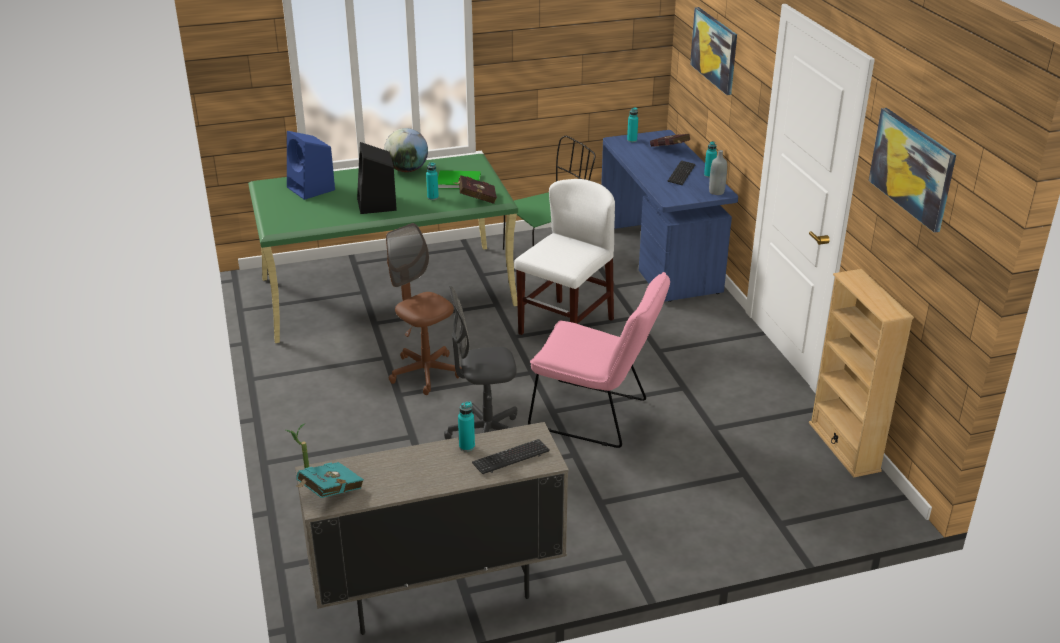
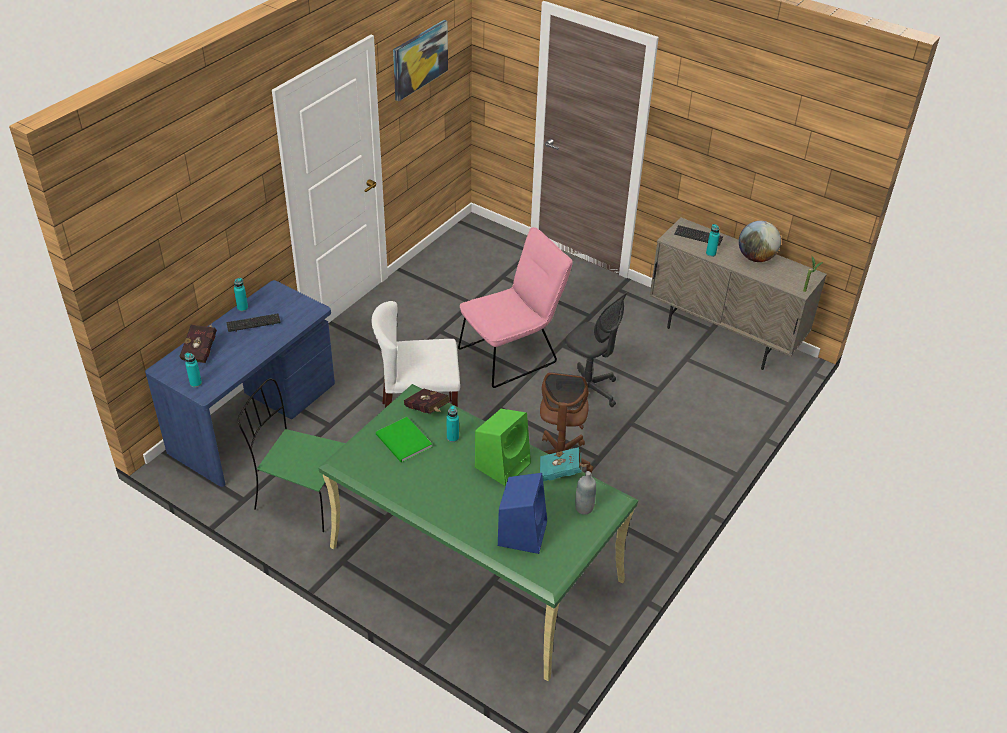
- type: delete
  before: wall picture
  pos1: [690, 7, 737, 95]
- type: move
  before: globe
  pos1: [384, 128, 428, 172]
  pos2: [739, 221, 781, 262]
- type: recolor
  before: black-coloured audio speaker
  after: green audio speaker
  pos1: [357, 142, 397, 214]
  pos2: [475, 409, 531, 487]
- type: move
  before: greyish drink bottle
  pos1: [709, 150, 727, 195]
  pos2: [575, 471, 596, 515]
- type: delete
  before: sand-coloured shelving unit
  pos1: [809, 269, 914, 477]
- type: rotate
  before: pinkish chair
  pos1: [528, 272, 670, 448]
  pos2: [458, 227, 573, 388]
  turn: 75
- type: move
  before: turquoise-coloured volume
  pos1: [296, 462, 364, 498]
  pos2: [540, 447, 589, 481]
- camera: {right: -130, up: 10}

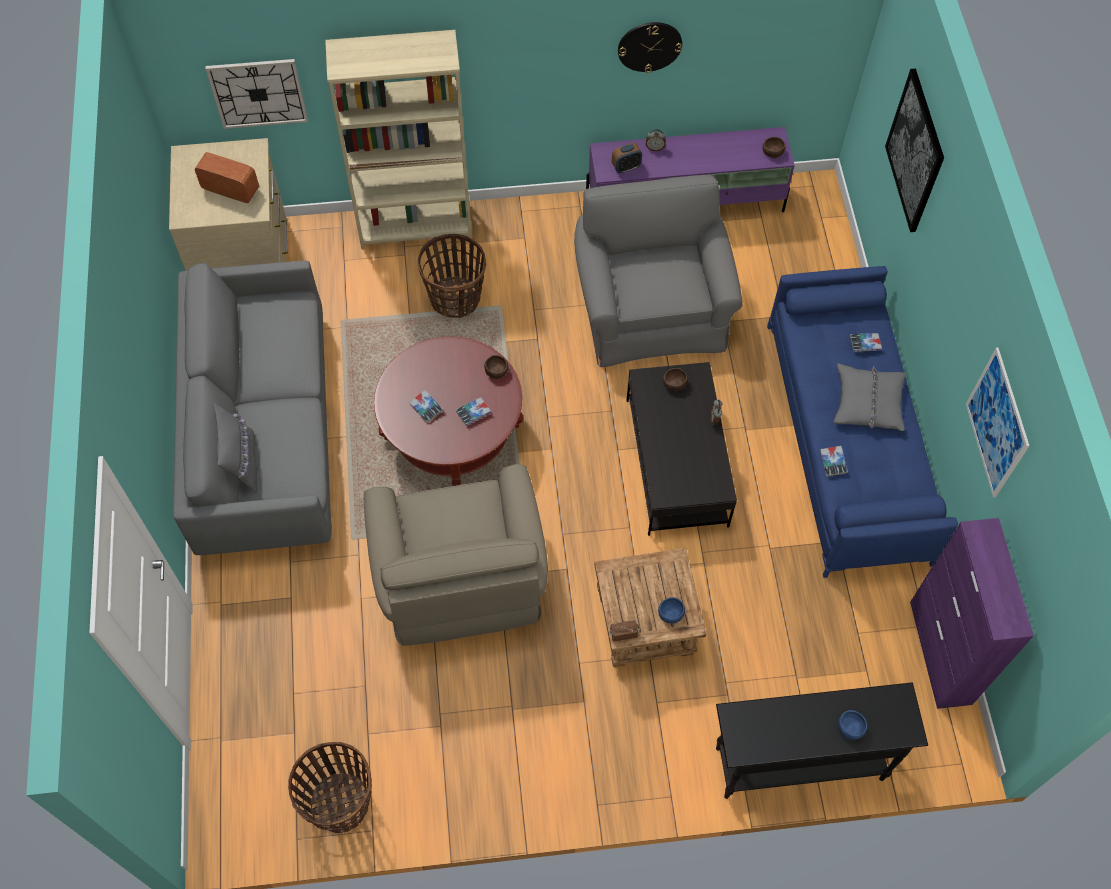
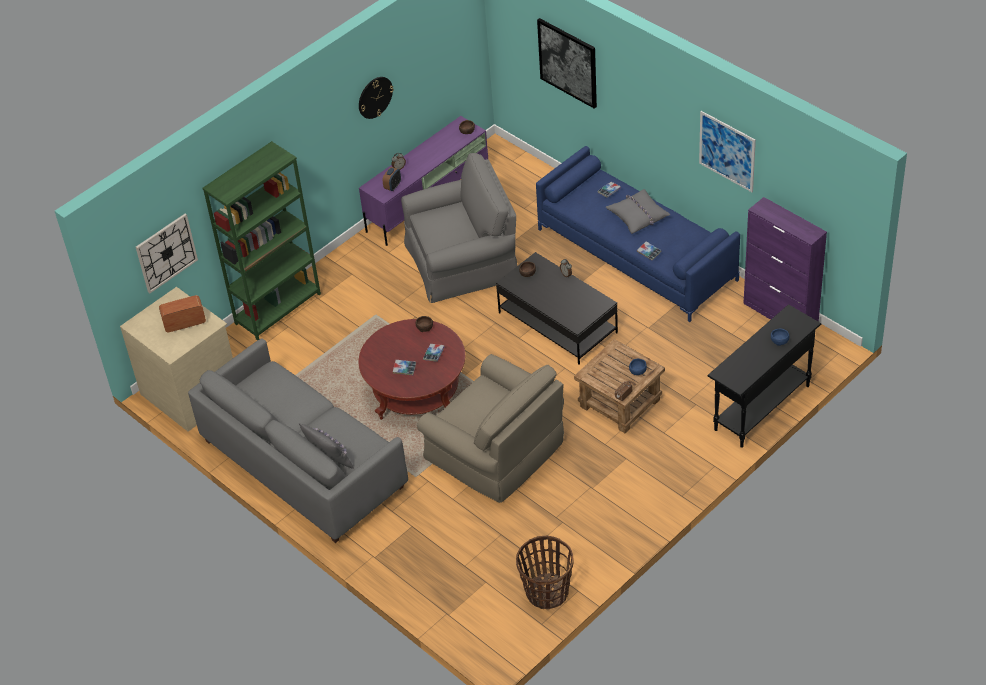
- type: recolor
  before: sand-coloured shelving unit
  after: green shelving unit
  pos1: [325, 30, 472, 249]
  pos2: [202, 141, 321, 341]
- type: rotate
  before: greyish easy chair
  pos1: [574, 175, 743, 367]
  pos2: [401, 153, 517, 303]
  turn: 120
- type: delete
  before: storage basket
  pos1: [418, 234, 486, 318]
- camera: {right: -35, up: -15}

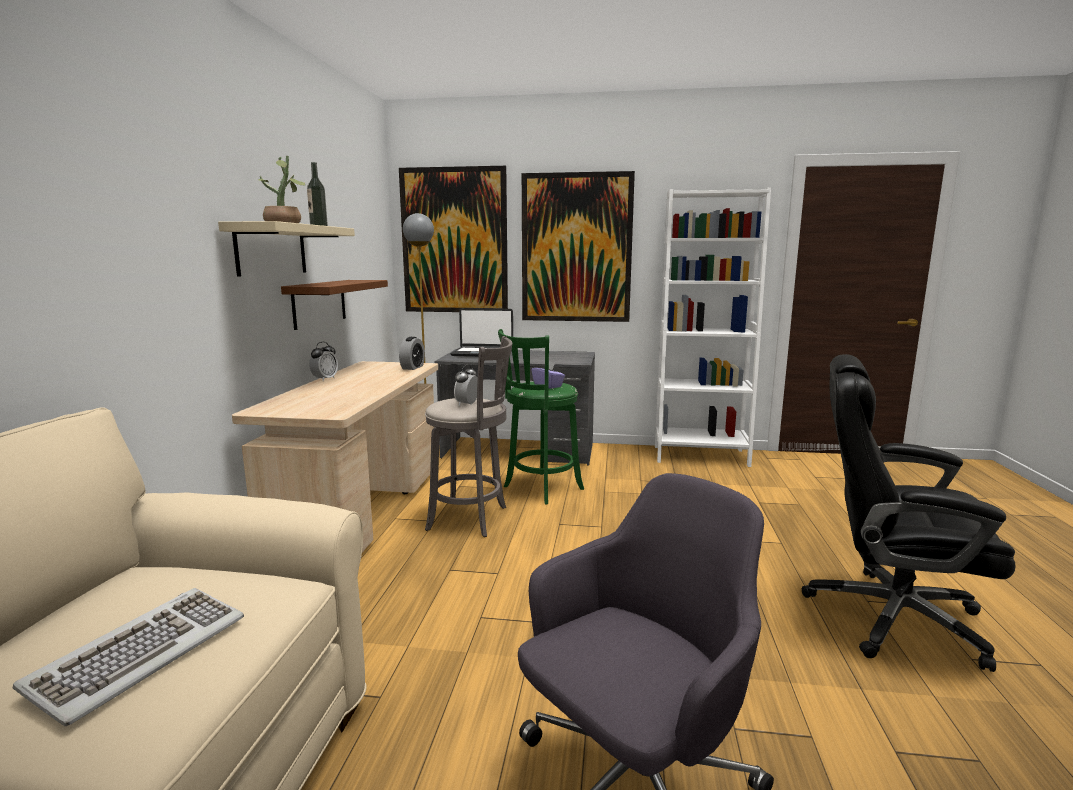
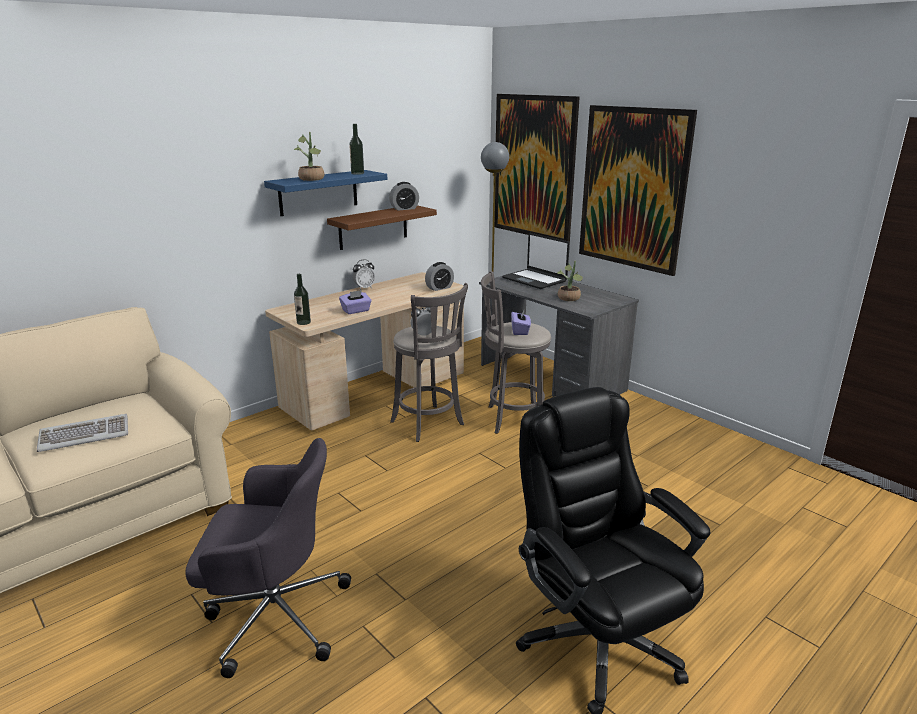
- type: delete
  before: whitish shelving unit
  pos1: [655, 187, 771, 467]
- type: recolor
  before: sand-coloured shelf
  after: blue shelf
  pos1: [218, 221, 355, 277]
  pos2: [264, 170, 388, 216]
- type: recolor
  before: green sitting stool
  after: greyish sitting stool
  pos1: [498, 329, 584, 504]
  pos2: [481, 271, 551, 434]
- type: insert
  after: table clock
  pos2: [389, 182, 419, 211]
- type: insert
  after: potted plant
  pos2: [557, 261, 583, 301]
- type: insert
  after: drink bottle
  pos2: [294, 274, 311, 325]
- type: insert
  after: purplish box of tissues
  pos2: [339, 290, 372, 314]
- camera: {right: 40, up: 10}

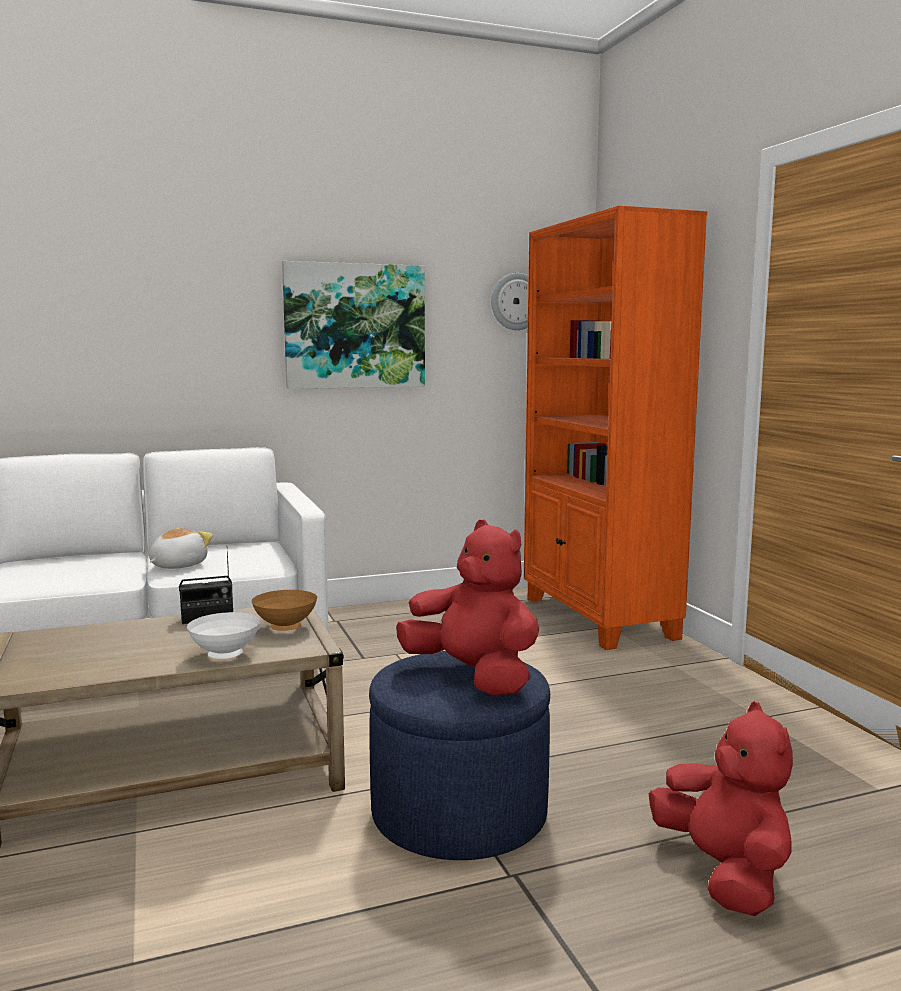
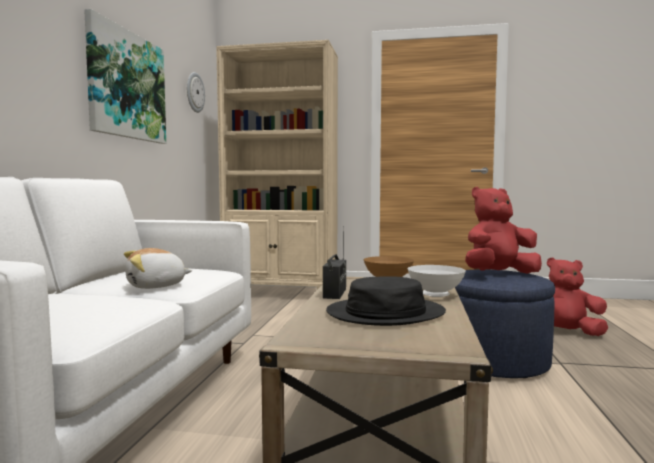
- type: recolor
  before: orangey shelving unit
  after: sand-coloured shelving unit
  pos1: [524, 206, 707, 650]
  pos2: [216, 40, 338, 290]
- type: rotate
  before: soft toy
  pos1: [149, 528, 213, 569]
  pos2: [124, 248, 192, 289]
  turn: -90
- type: insert
  after: black-coloured hat
  pos2: [326, 276, 446, 326]
- camera: {right: -60, up: -5}

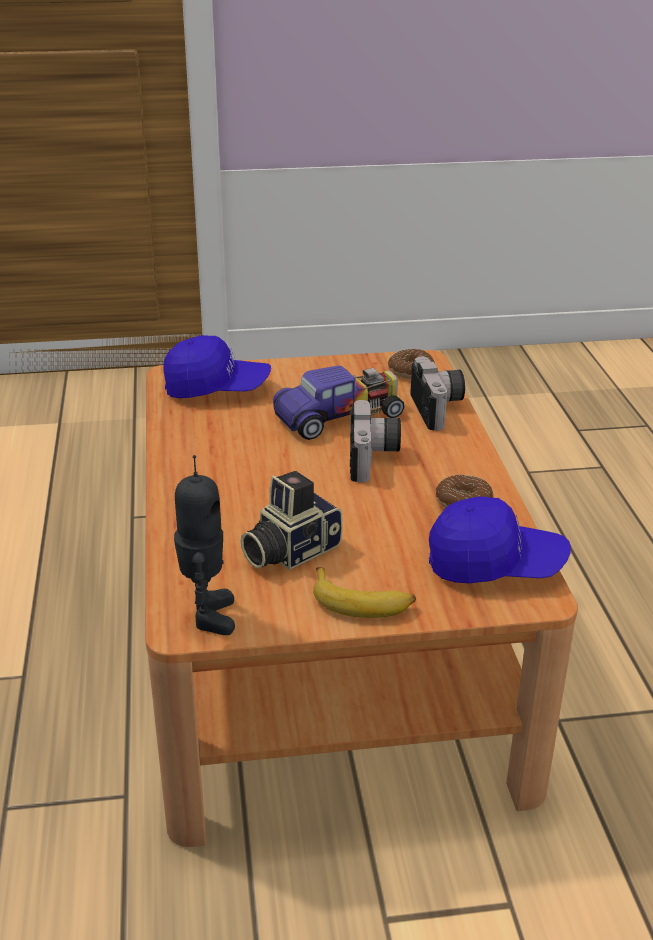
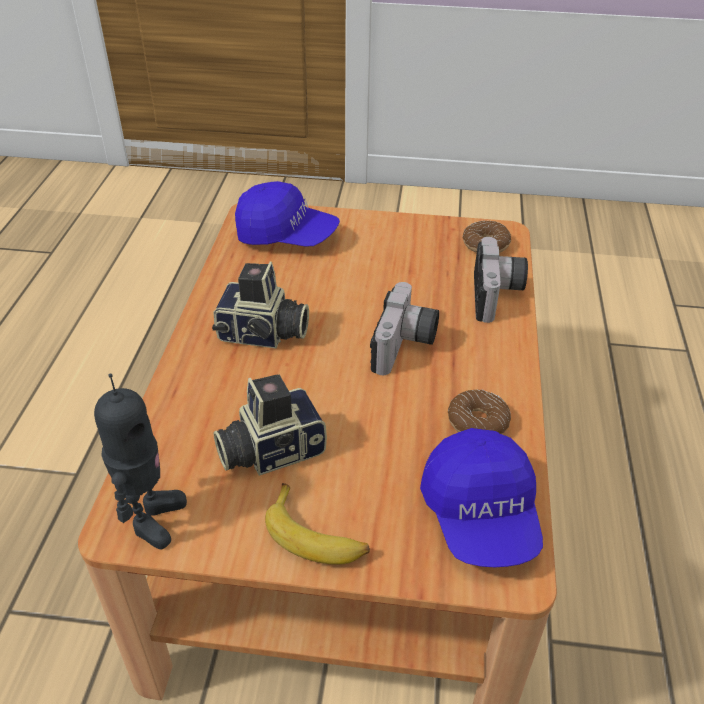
- type: delete
  before: miniature car
  pos1: [273, 366, 404, 440]
- type: rotate
  before: blue peaked cap
  pos1: [429, 497, 571, 584]
  pos2: [420, 428, 543, 567]
  turn: 60
- type: insert
  after: still camera
  pos2: [212, 262, 309, 348]
- camera: {right: 15, up: 10}

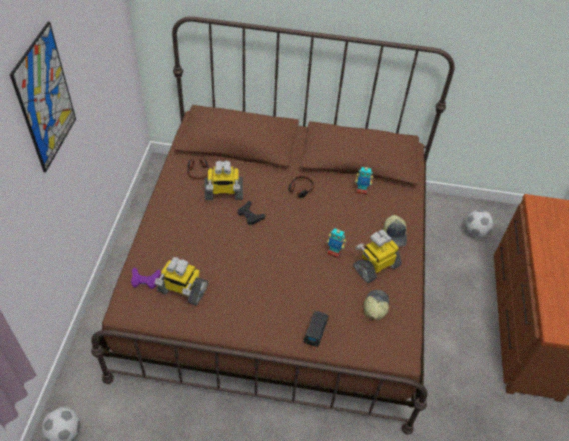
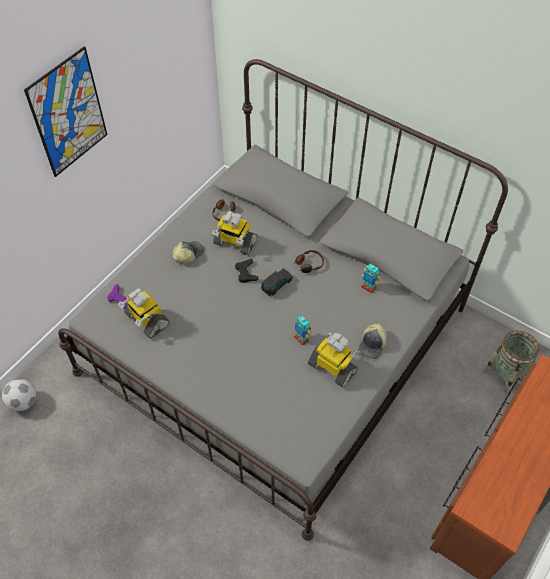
- type: recolor
  before: brownish bedroom bed
  after: greyish bedroom bed
  pos1: [91, 16, 455, 435]
  pos2: [58, 59, 508, 541]
- type: replace
  before: ball for football
  after: storage basket
  pos1: [465, 210, 494, 237]
  pos2: [484, 331, 539, 393]
- type: rotate
  before: model robot
  pos1: [353, 230, 402, 283]
  pos2: [308, 332, 361, 388]
  turn: 45
- type: move
  before: peaked cap
  pos1: [364, 290, 389, 320]
  pos2: [173, 241, 204, 264]
- type: move
  before: black-coloured miniature car
  pos1: [304, 311, 328, 347]
  pos2: [261, 269, 293, 296]
- camera: {right: 30, up: 5}

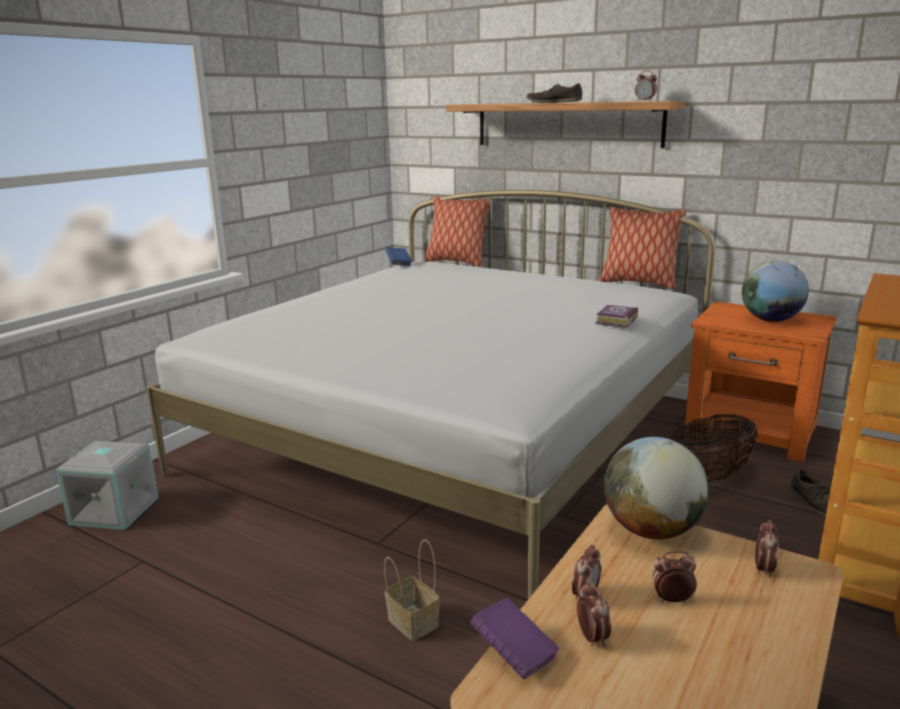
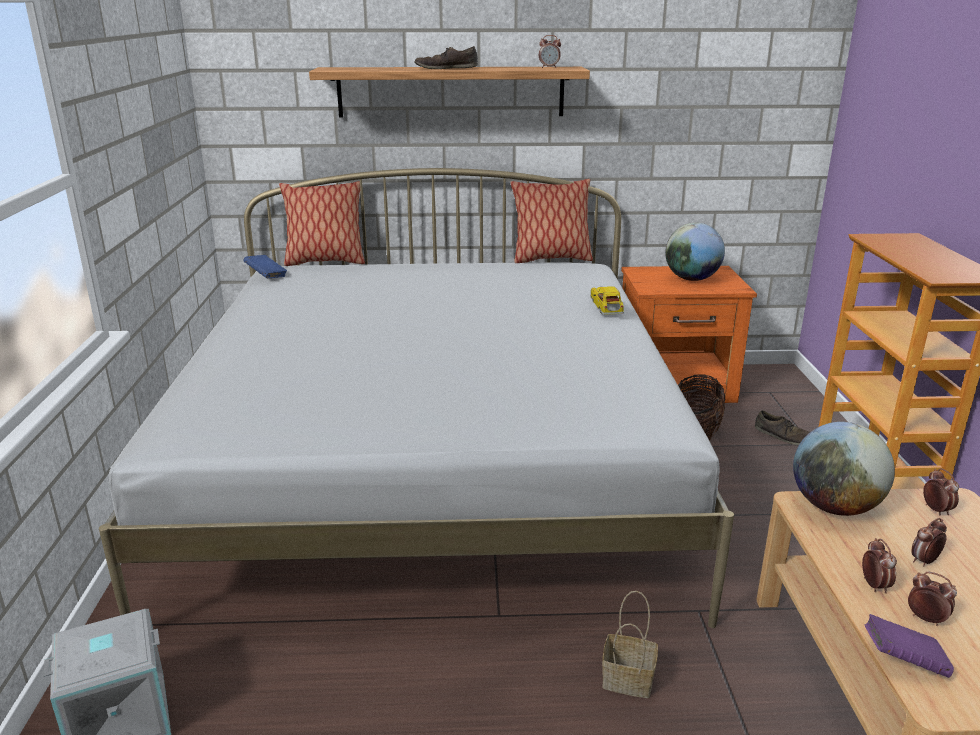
- type: replace
  before: volume
  after: miniature car
  pos1: [596, 305, 638, 328]
  pos2: [590, 286, 624, 314]
- camera: {right: -35, up: 5}

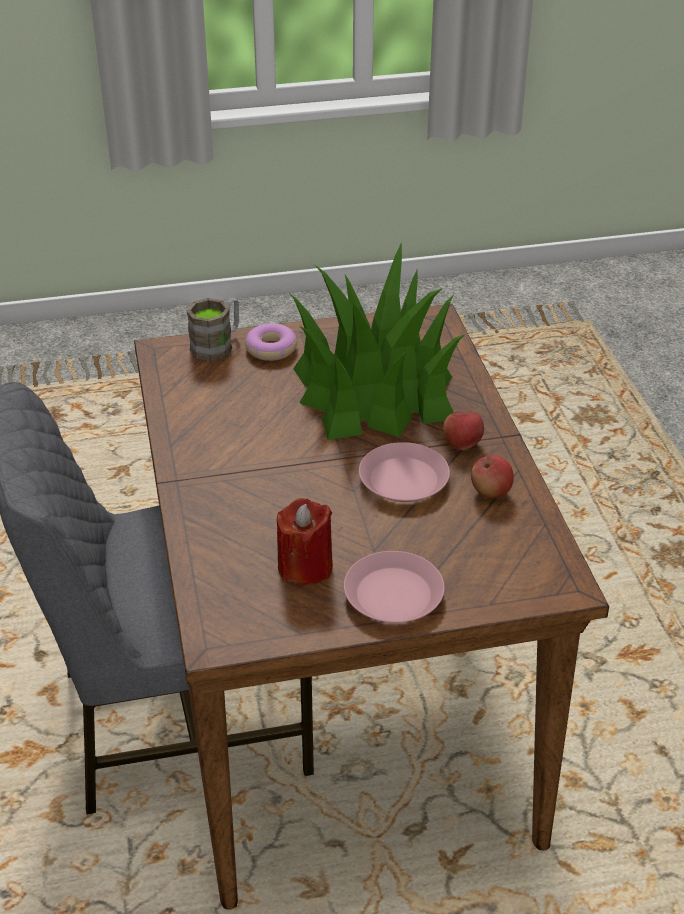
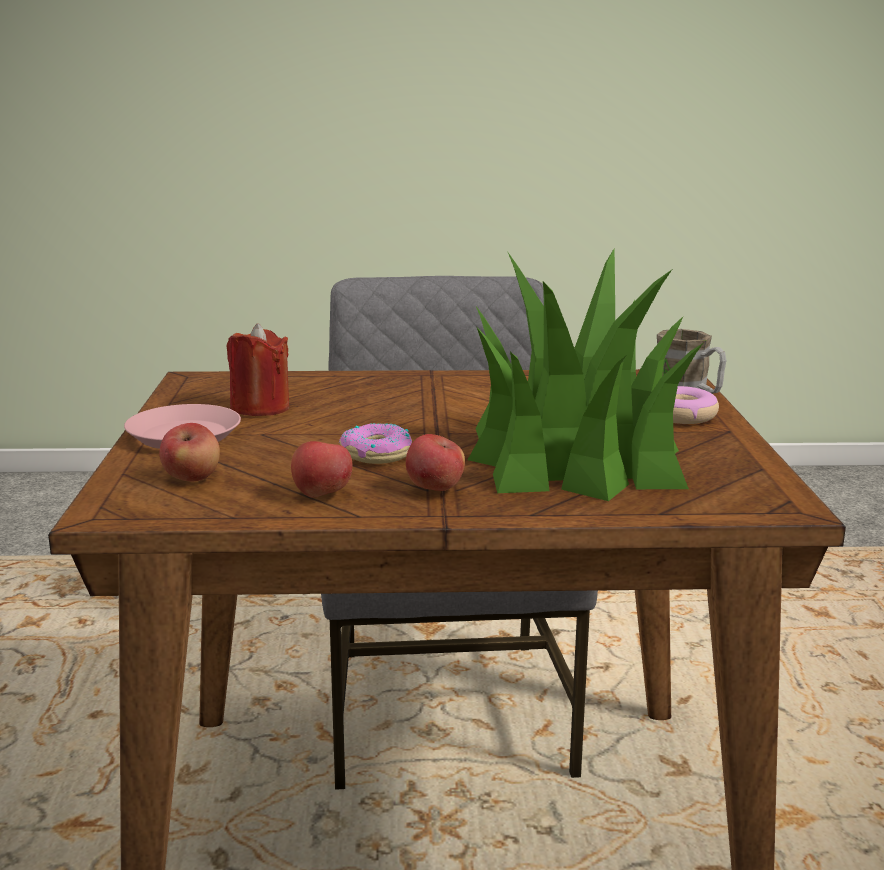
- type: replace
  before: pinkish dinner plate
  after: doughnut
  pos1: [359, 442, 450, 502]
  pos2: [339, 423, 412, 464]
- type: insert
  after: apple fruit
  pos2: [159, 423, 220, 481]
- camera: {right: 100, up: -20}

